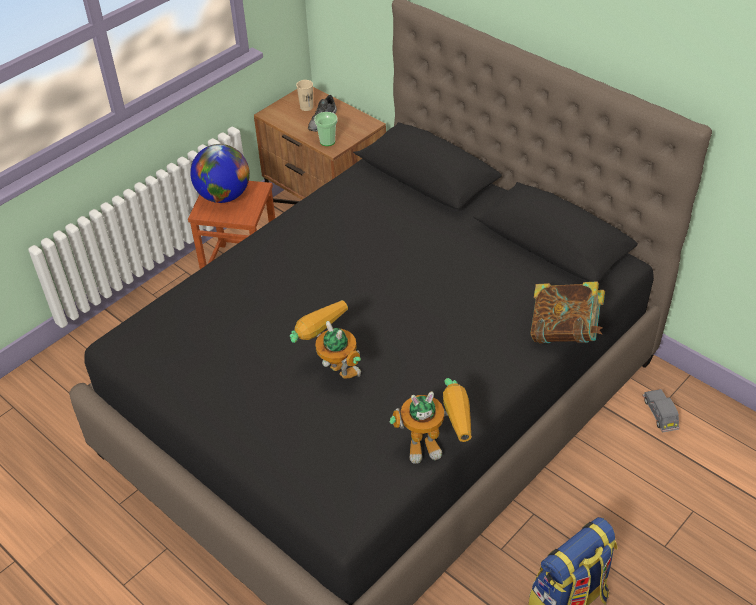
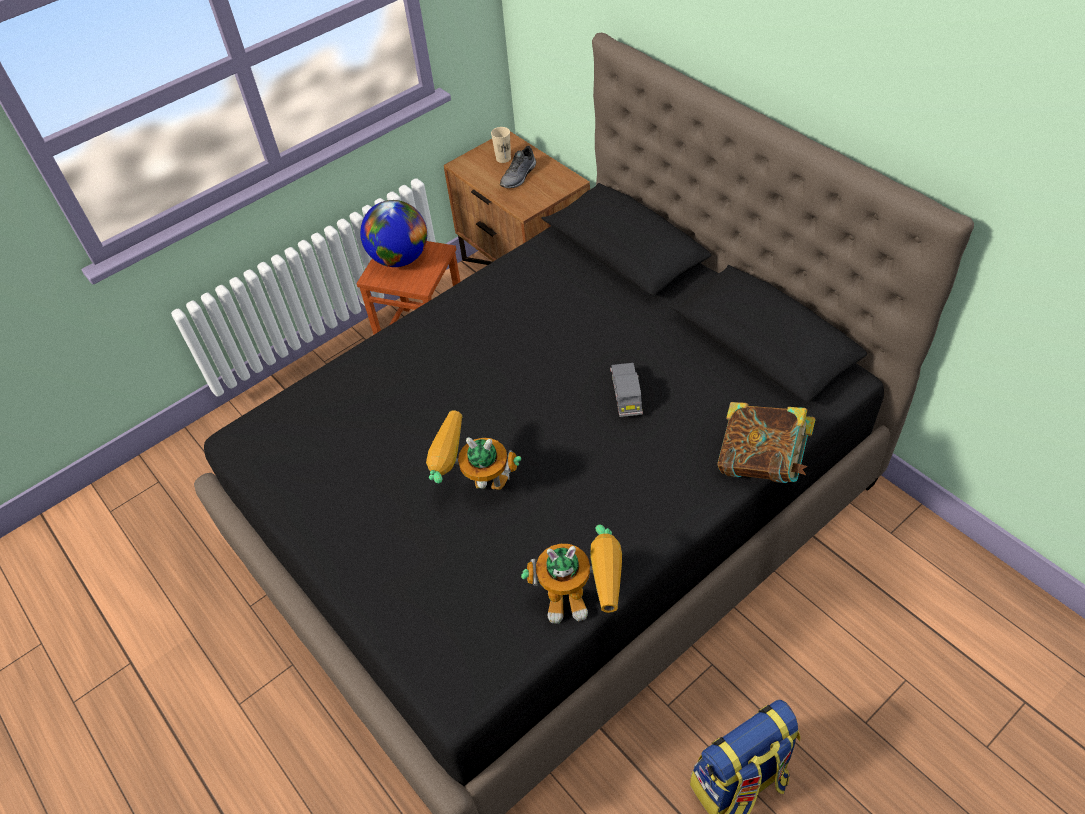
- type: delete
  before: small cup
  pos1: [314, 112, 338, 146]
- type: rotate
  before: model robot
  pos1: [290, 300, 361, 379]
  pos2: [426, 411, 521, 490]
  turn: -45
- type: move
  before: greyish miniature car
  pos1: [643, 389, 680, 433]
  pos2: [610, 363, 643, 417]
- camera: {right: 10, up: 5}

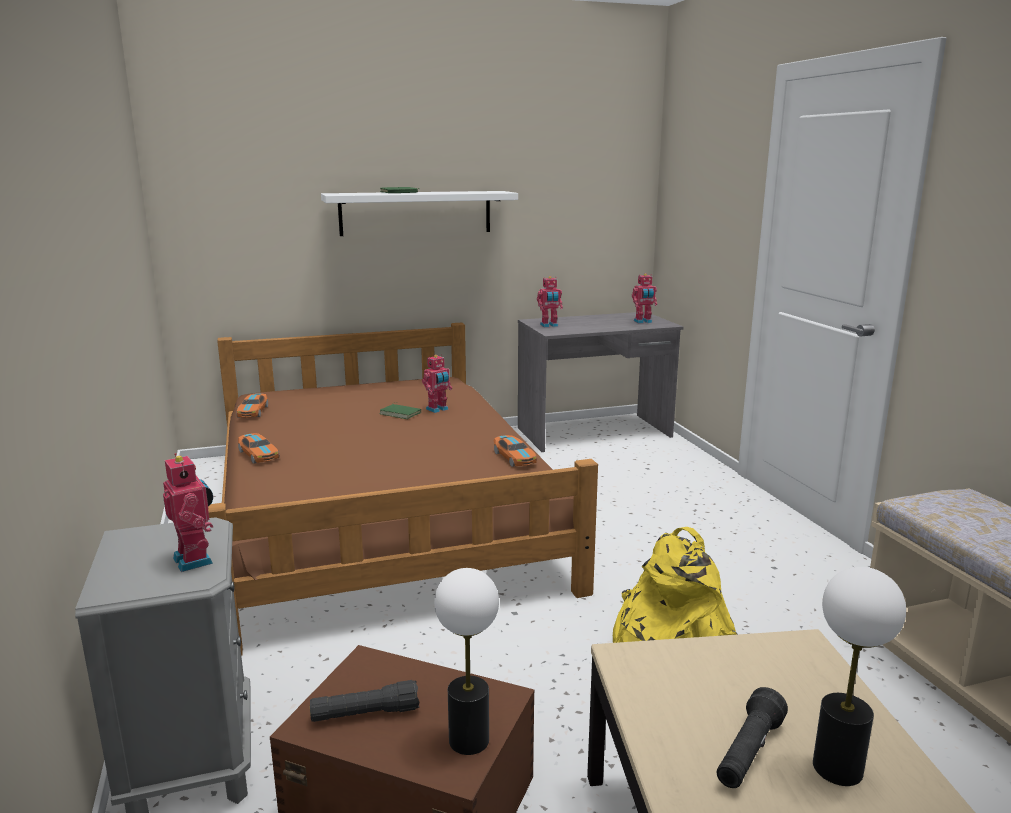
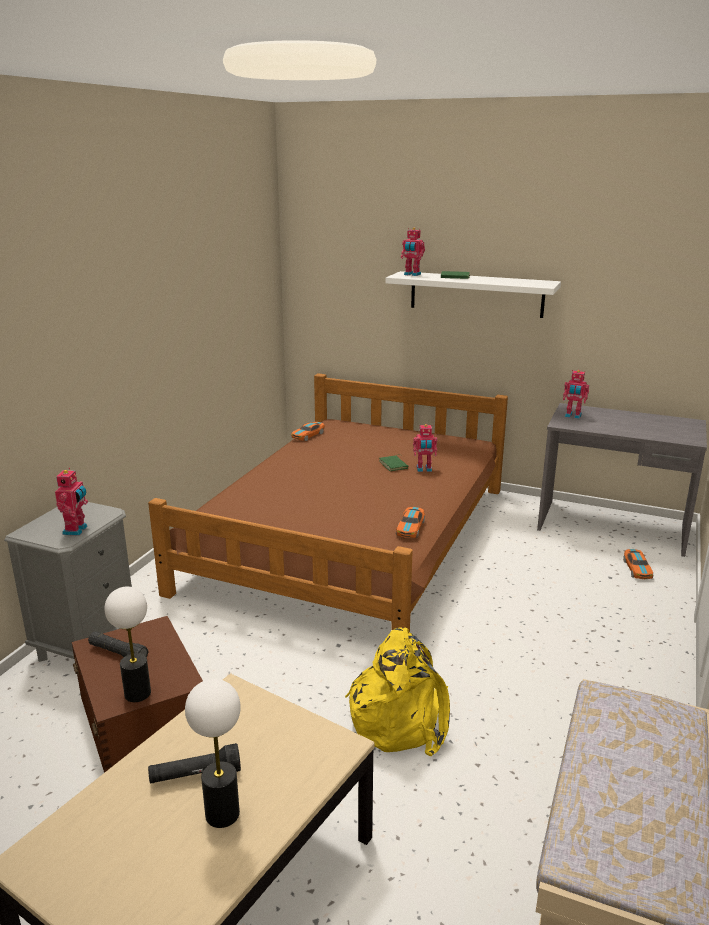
- type: move
  before: model robot
  pos1: [632, 273, 657, 323]
  pos2: [401, 228, 425, 276]
- type: move
  before: miniature car
  pos1: [238, 433, 279, 464]
  pos2: [623, 549, 653, 579]
- camera: {right: 40, up: 5}

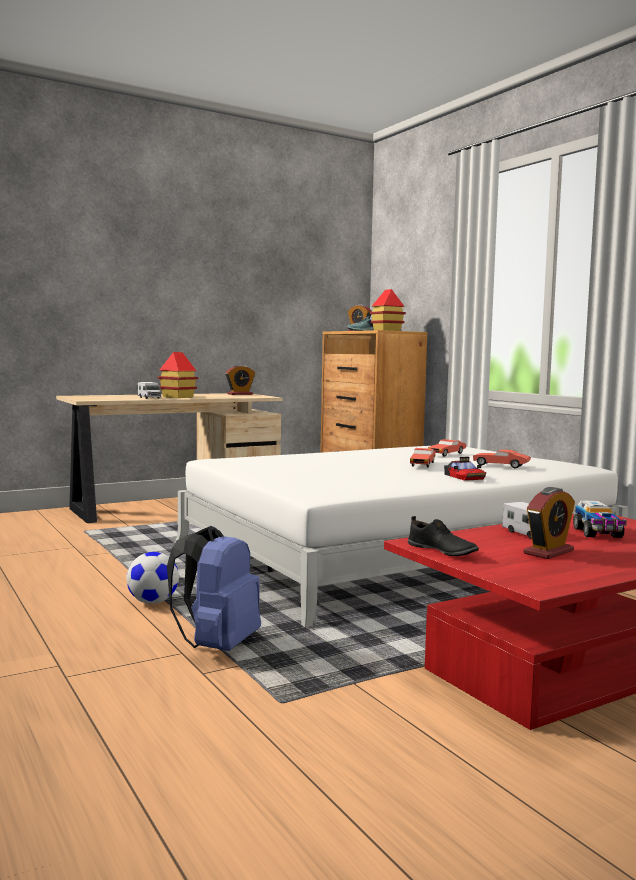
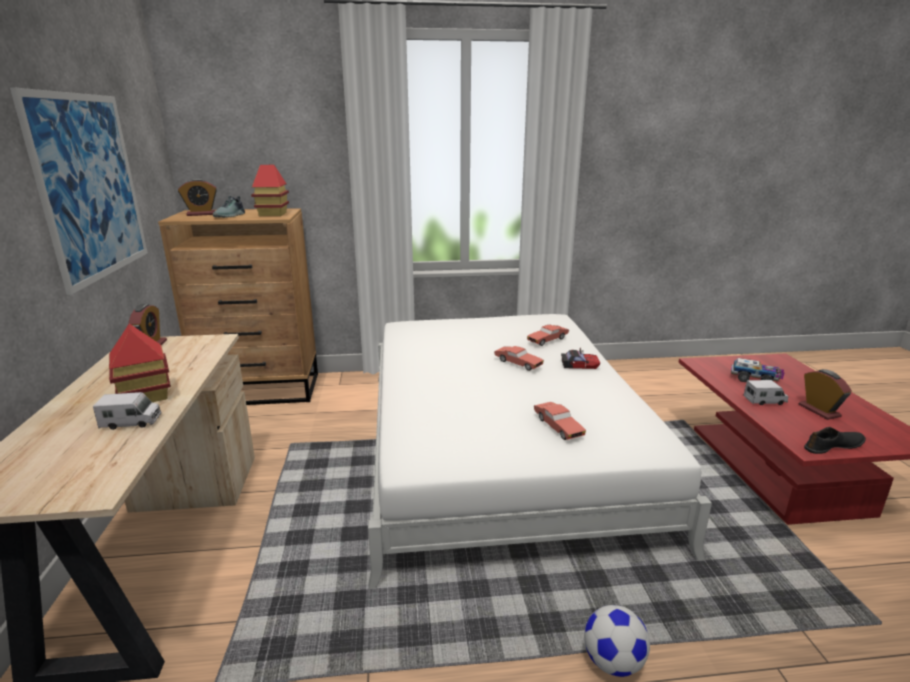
- type: move
  before: red miniature car
  pos1: [428, 439, 466, 457]
  pos2: [534, 402, 586, 440]
- type: delete
  before: blue knapsack
  pos1: [167, 526, 261, 651]
- type: insert
  after: wall picture
  pos2: [10, 87, 148, 295]
- camera: {right: -65, up: 15}

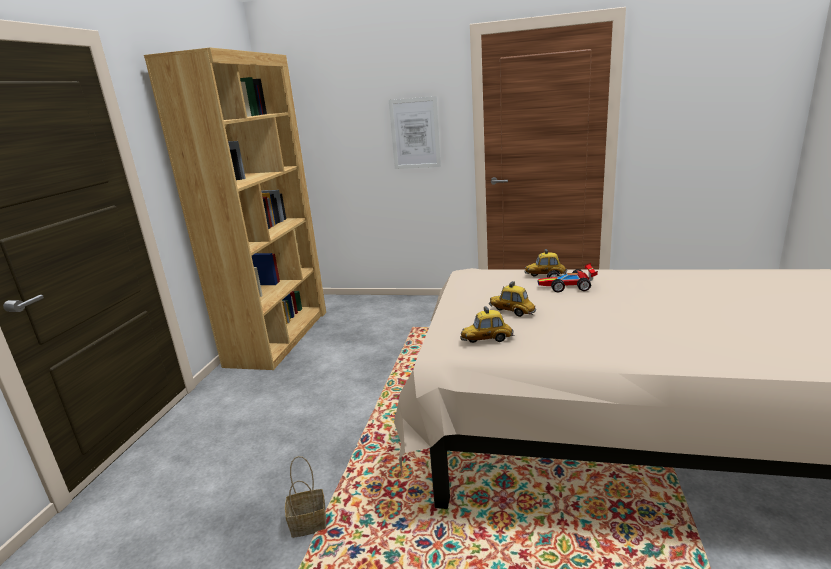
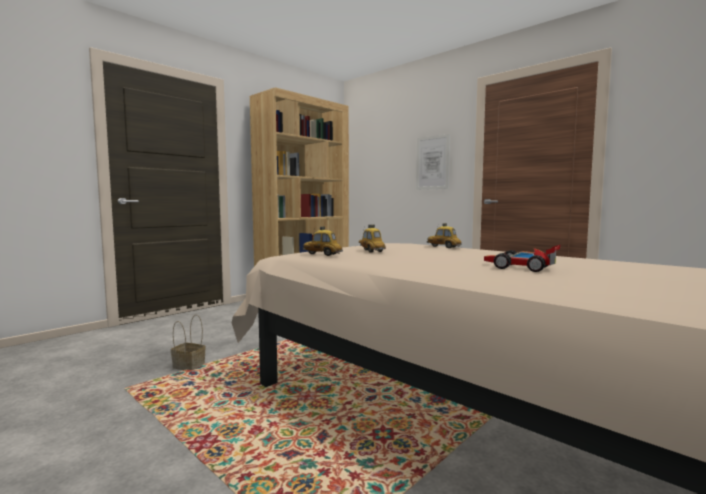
- type: move
  before: miniature car
  pos1: [538, 263, 598, 292]
  pos2: [484, 245, 560, 272]
- camera: {right: 30, up: -15}

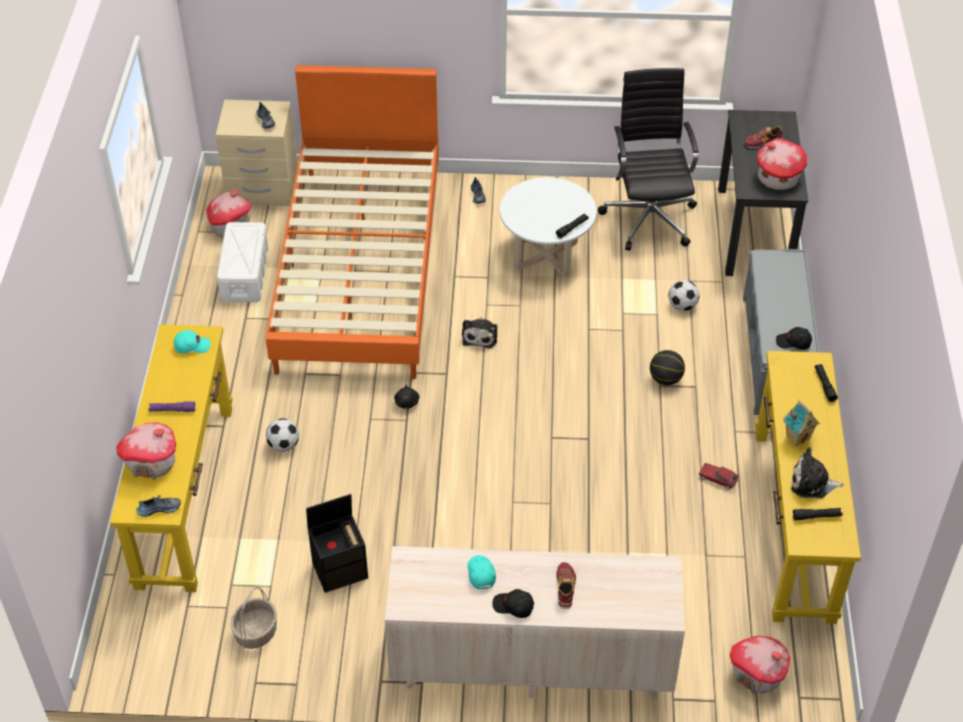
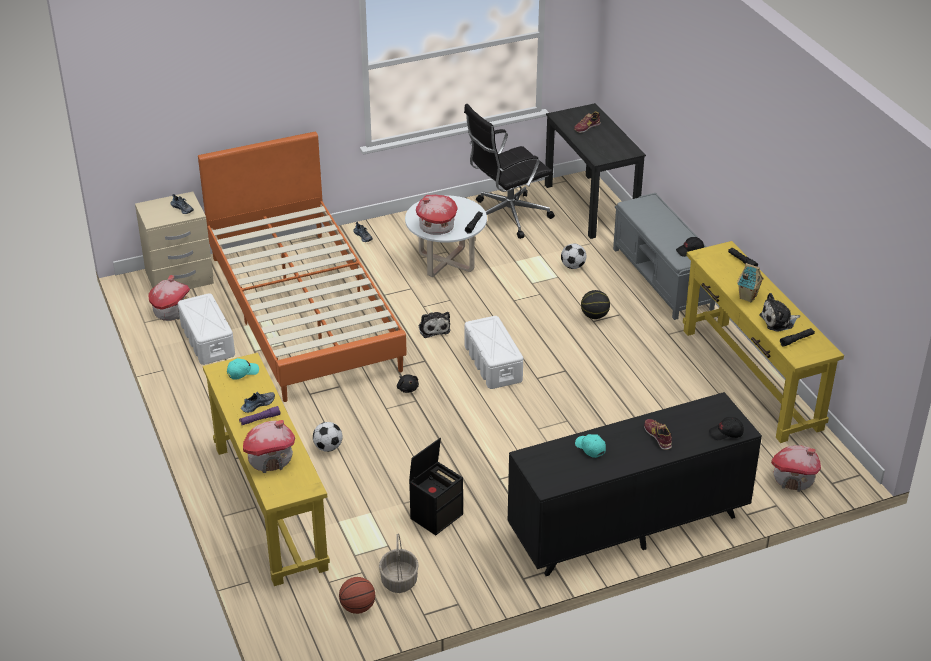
- type: rotate
  before: black-coloured computer chair
  pos1: [598, 68, 699, 251]
  pos2: [464, 104, 555, 239]
  turn: -90
- type: move
  before: toy house
  pos1: [757, 138, 807, 190]
  pos2: [416, 195, 457, 235]
- type: delete
  before: miniature car
  pos1: [698, 463, 739, 489]
- type: move
  before: low shoe
  pos1: [136, 495, 181, 517]
  pos2: [241, 392, 275, 413]
- type: recolor
  before: sand-coloured drawer chest
  after: black-coloured drawer chest
  pos1: [385, 546, 685, 698]
  pos2: [508, 392, 762, 576]
- type: move
  before: black-coloured peaked cap
  pos1: [492, 589, 534, 618]
  pos2: [709, 417, 744, 440]
- type: insert
  after: whitish storage container
  pos2: [465, 316, 523, 389]
- type: insert
  after: ball for basketball
  pos2: [339, 577, 375, 614]
- camera: {right: -25, up: -10}

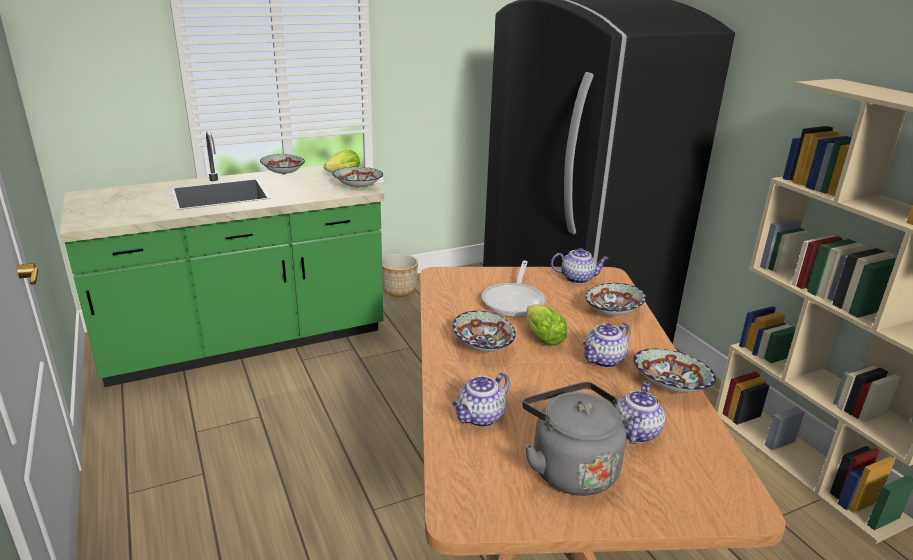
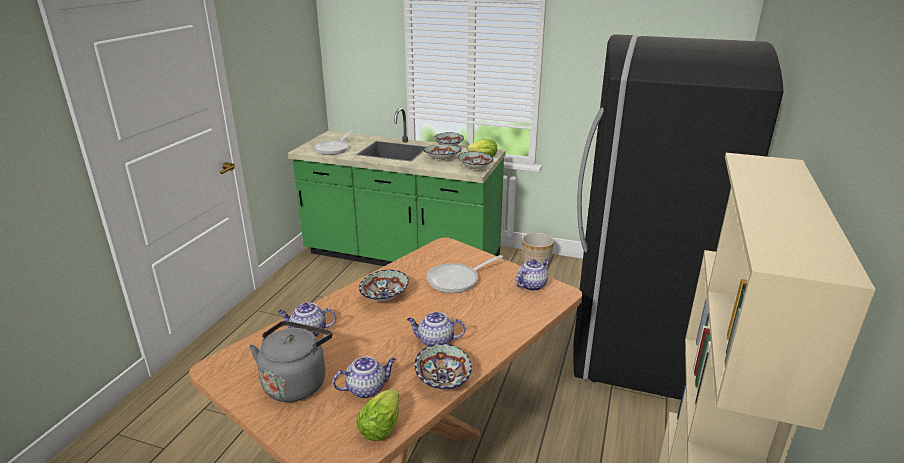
- type: rotate
  before: teapot
  pos1: [551, 248, 609, 284]
  pos2: [515, 258, 550, 291]
  turn: -90
- type: move
  before: deep dish
  pos1: [585, 283, 646, 316]
  pos2: [423, 145, 461, 160]
- type: move
  before: head of lettuce
  pos1: [526, 304, 567, 346]
  pos2: [356, 389, 399, 441]
- type: insert
  after: pan
  pos2: [314, 131, 353, 155]
- camera: {right: 45, up: 0}

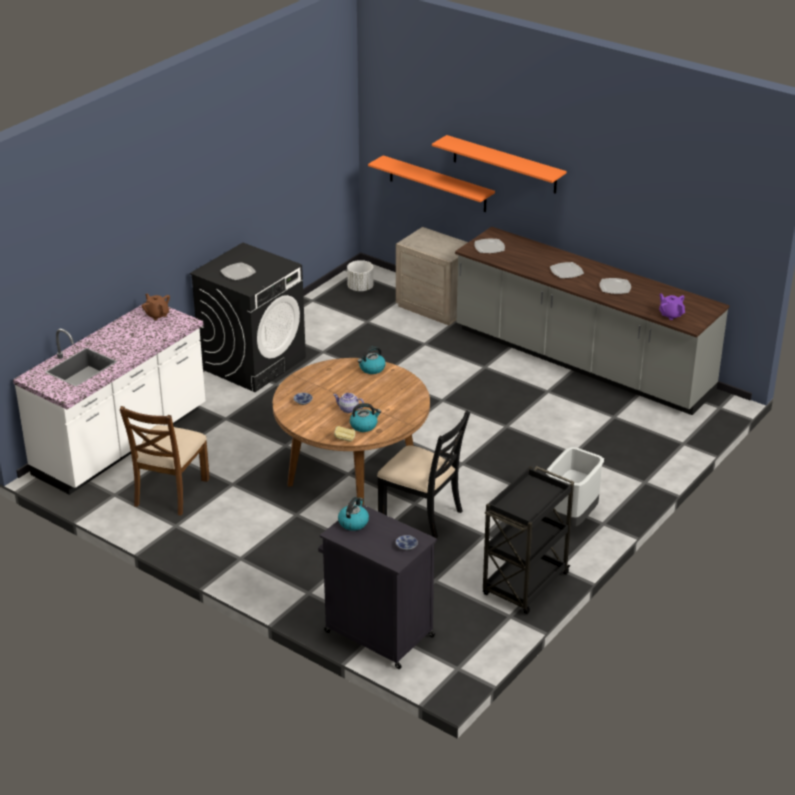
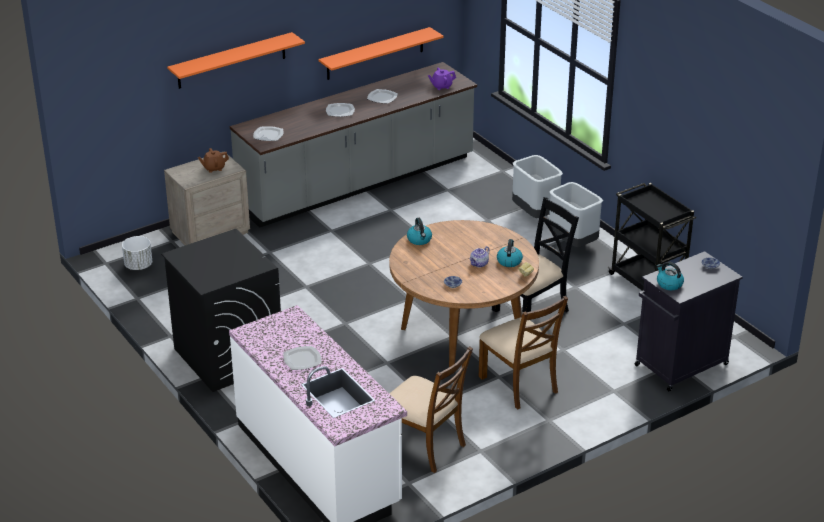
- type: move
  before: orangey shelf
  pos1: [368, 155, 495, 212]
  pos2: [318, 27, 444, 80]
- type: move
  before: dinner plate
  pos1: [220, 262, 256, 280]
  pos2: [283, 346, 321, 370]
- type: move
  before: brownish teapot
  pos1: [142, 294, 170, 320]
  pos2: [198, 148, 229, 173]
- type: insert
  after: greyish trash can
  pos2: [512, 155, 563, 218]
- type: insert
  after: brownish chair
  pos2: [479, 296, 568, 410]
- camera: {right: -70, up: 0}

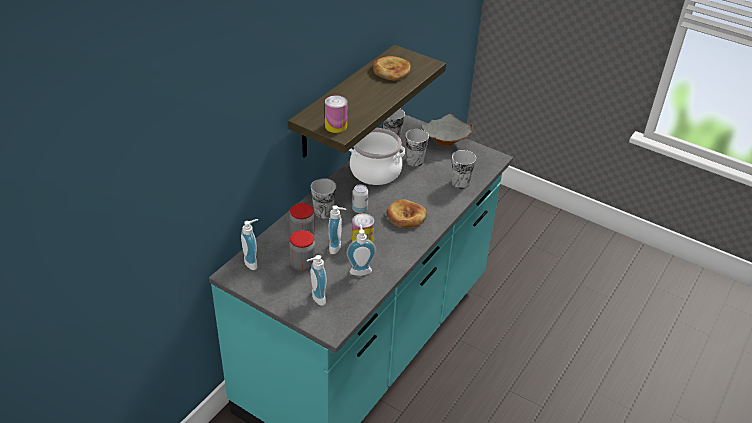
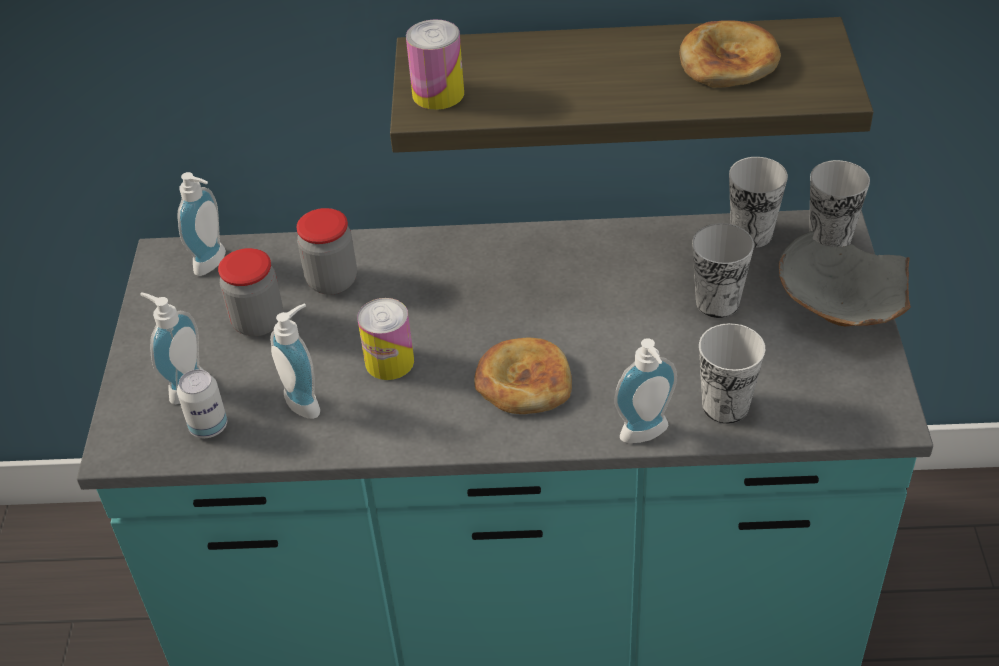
- type: delete
  before: stockpot
  pos1: [349, 128, 405, 185]
- type: move
  before: small cup
  pos1: [311, 178, 337, 219]
  pos2: [809, 160, 870, 247]
- type: move
  before: metal can
  pos1: [352, 184, 369, 213]
  pos2: [177, 369, 227, 438]
- type: move
  before: liquid soap bottle
  pos1: [328, 205, 346, 254]
  pos2: [614, 338, 677, 443]
- camera: {right: 60, up: 5}

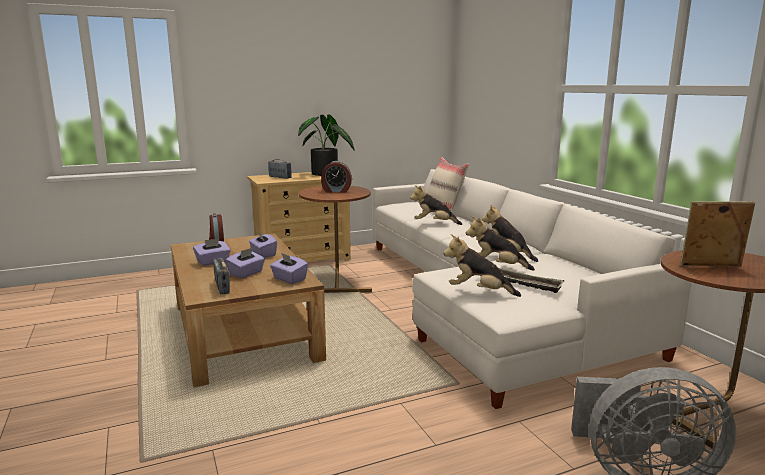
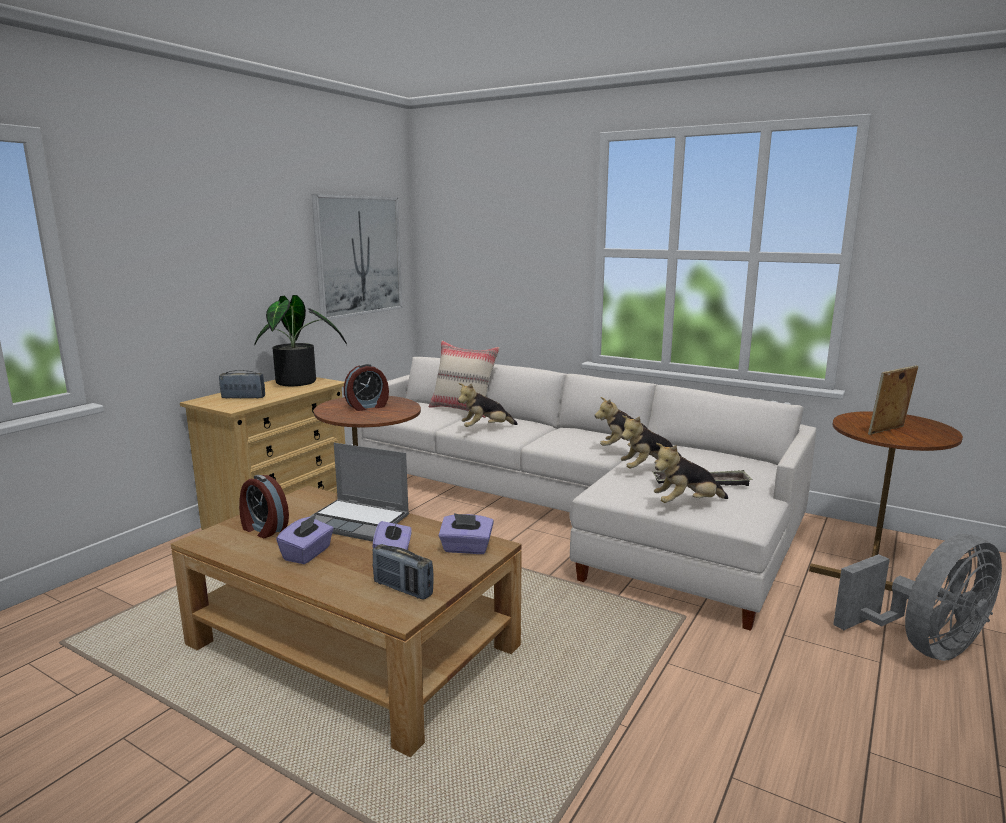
- type: replace
  before: purplish box of tissues
  after: portable computer
  pos1: [249, 232, 277, 258]
  pos2: [309, 443, 409, 542]
- type: insert
  after: wall picture
  pos2: [312, 194, 402, 320]
- camera: {right: -35, up: 0}

